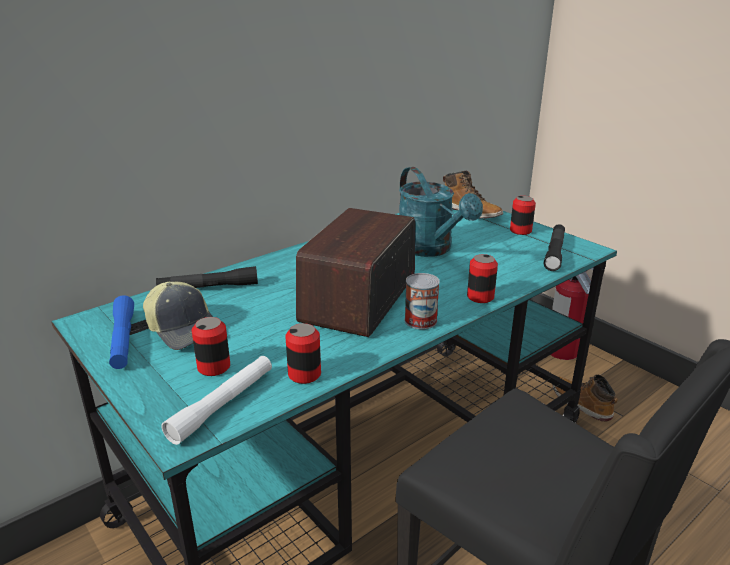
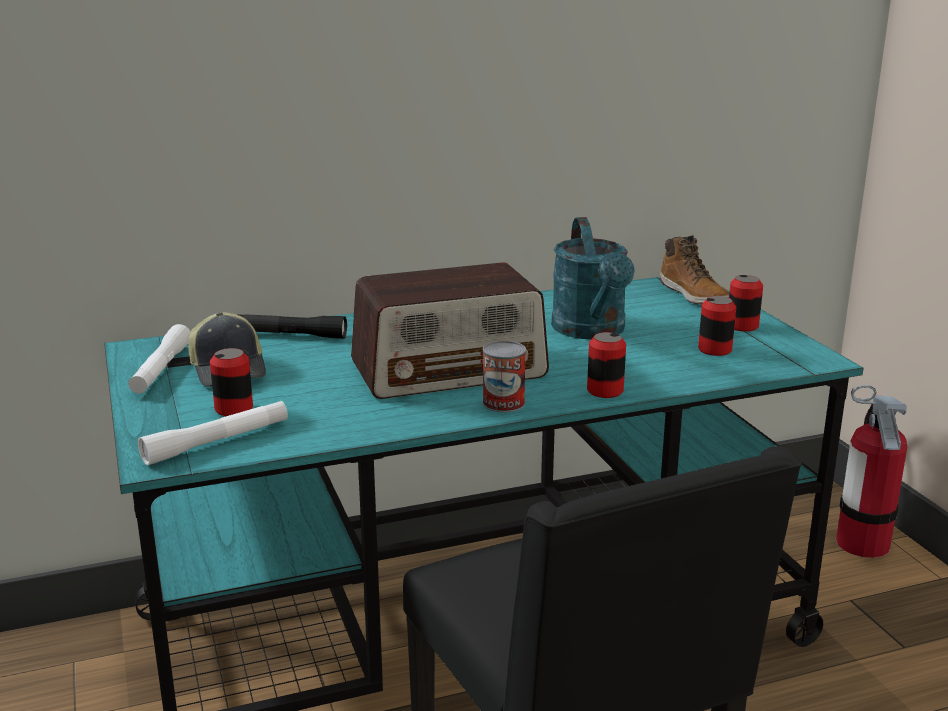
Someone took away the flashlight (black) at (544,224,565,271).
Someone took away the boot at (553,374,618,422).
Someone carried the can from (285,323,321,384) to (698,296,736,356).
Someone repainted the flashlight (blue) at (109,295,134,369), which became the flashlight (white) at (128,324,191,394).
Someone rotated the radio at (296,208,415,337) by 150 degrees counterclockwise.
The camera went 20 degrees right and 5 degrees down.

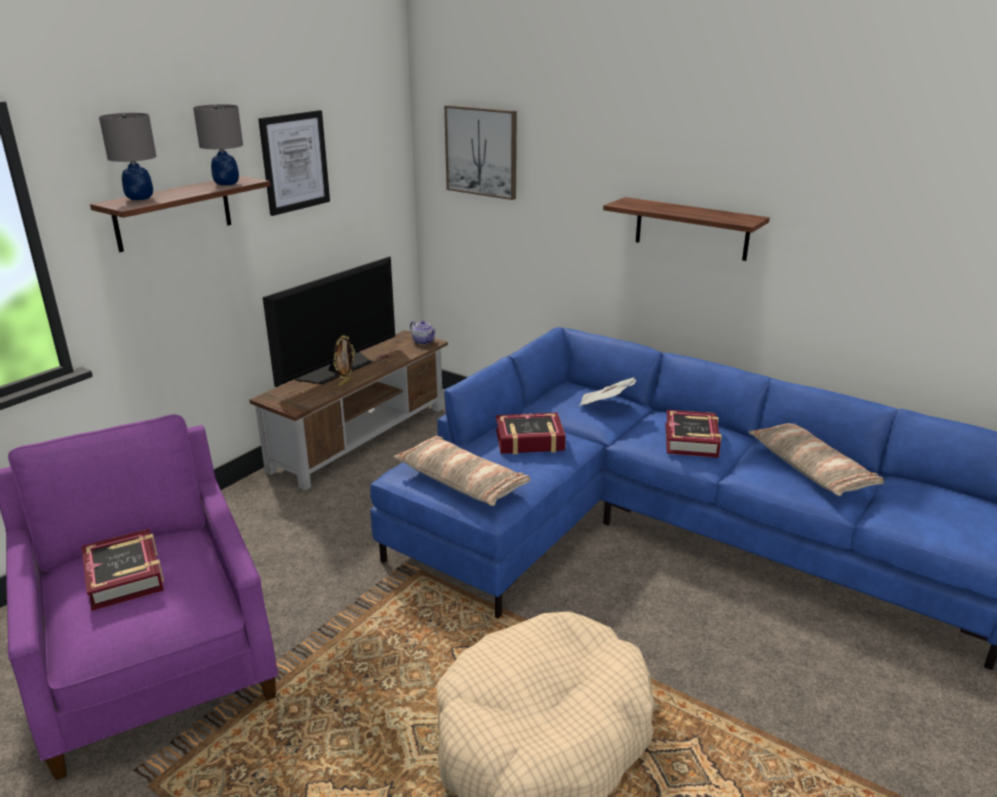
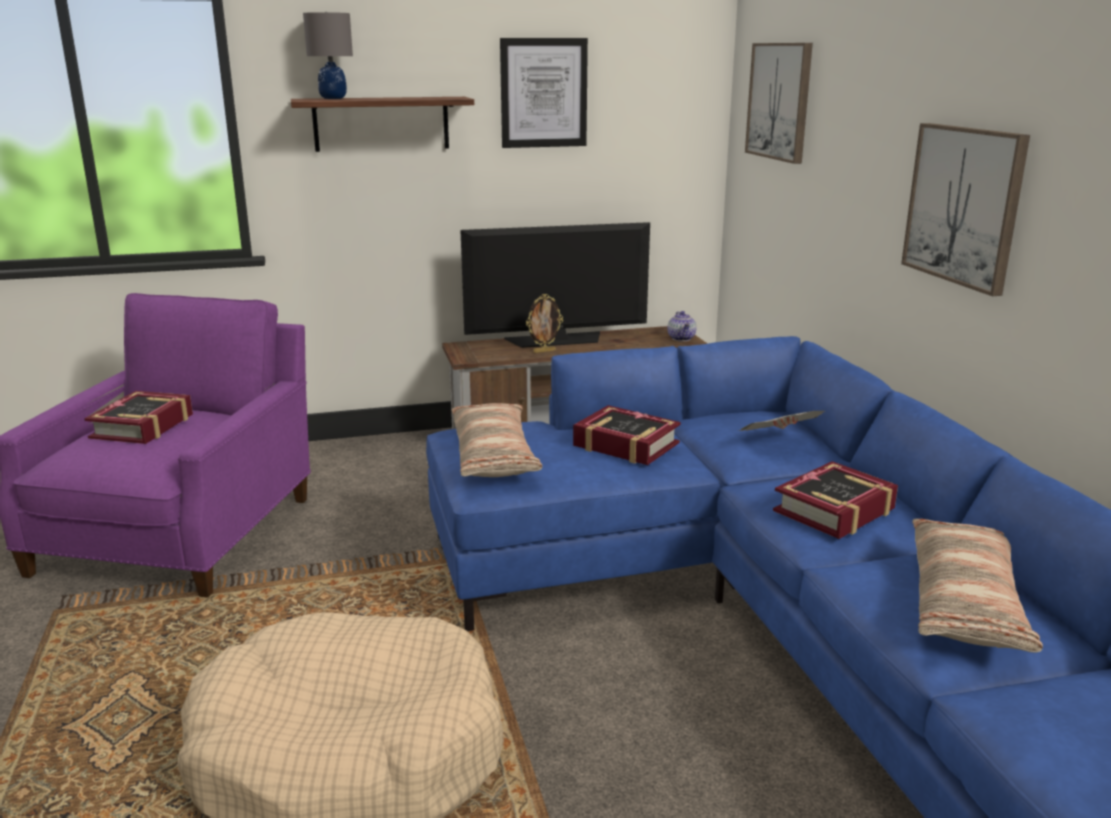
Someone took away the table lamp (grey) at (193,104,243,186).
Someone swapped the shelf at (603,197,770,261) for the picture at (901,123,1030,296).
The camera went 40 degrees right and 5 degrees down.

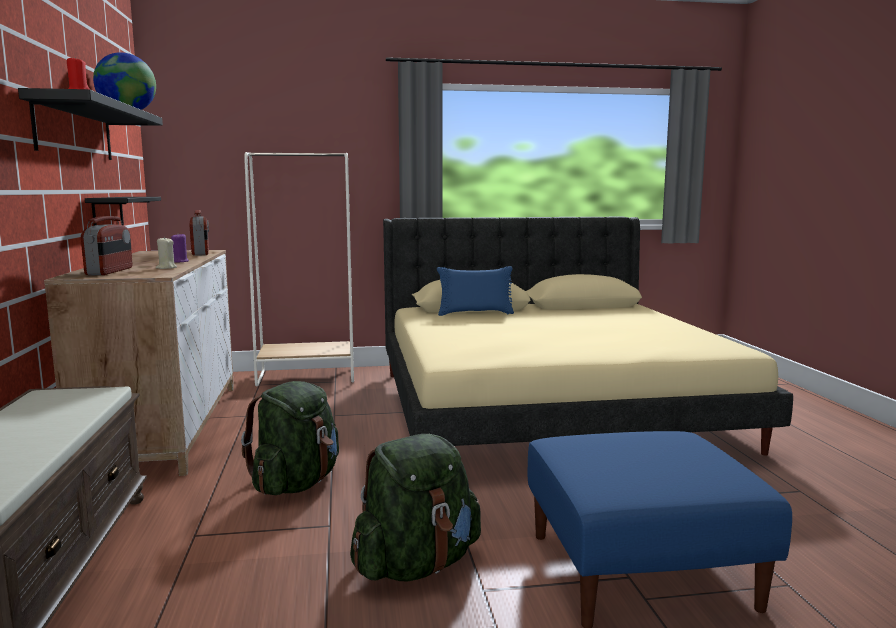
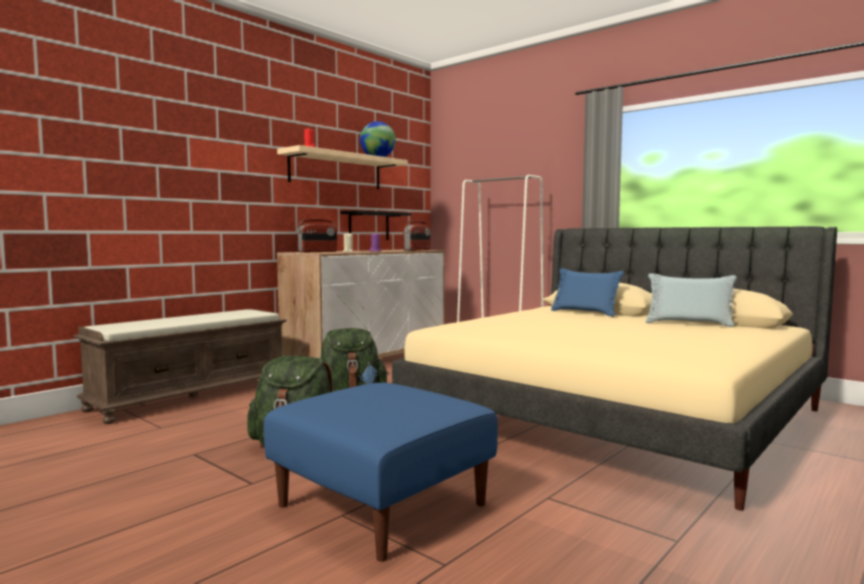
Someone put down the pillow (blue) at (646,273,737,328).
Someone repainted the shelf (black) at (18,88,163,160), which became the shelf (beige) at (277,145,408,189).
The camera went 50 degrees right and 5 degrees down.

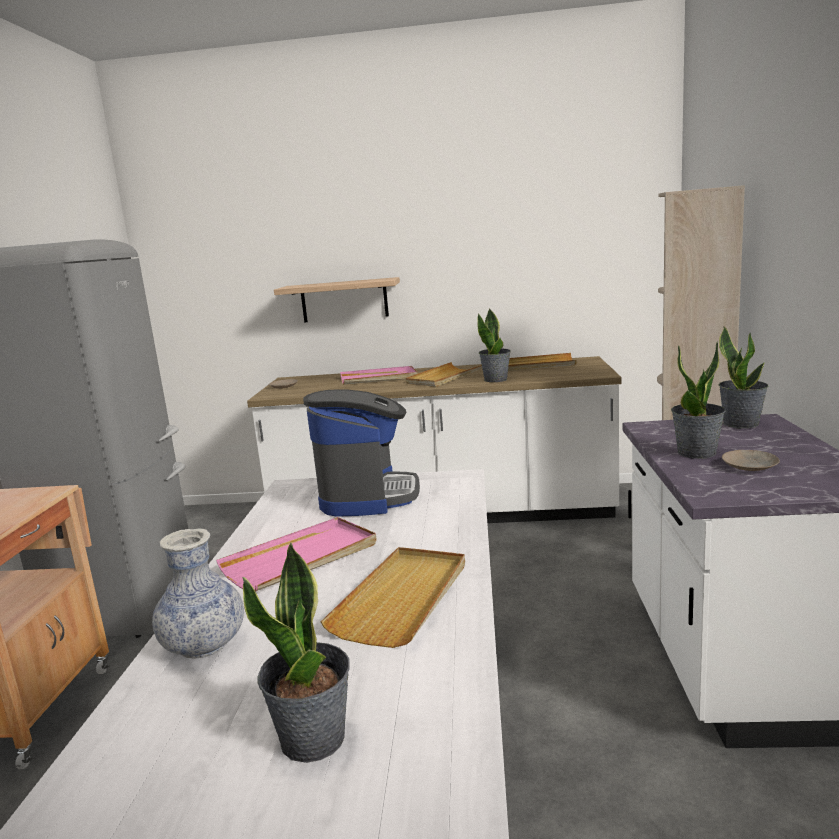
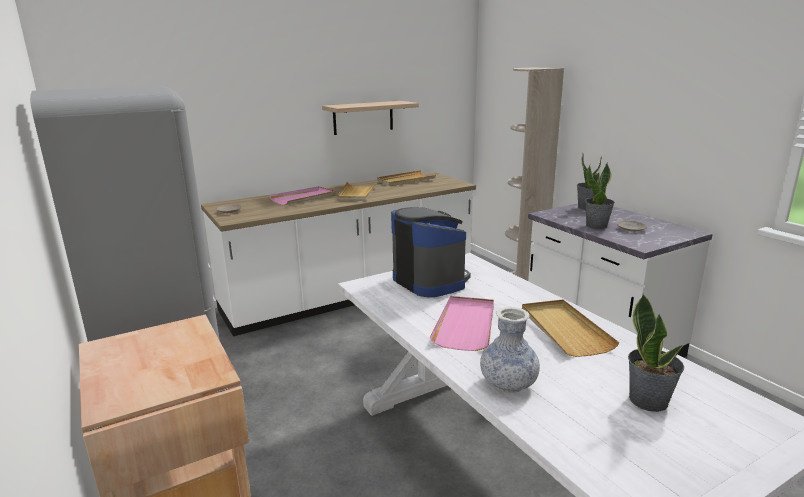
Someone took away the potted plant at (477,308,511,382).
Someone carried the shelf from (274,277,400,323) to (322,101,419,135).
The camera went 35 degrees left and 5 degrees up.

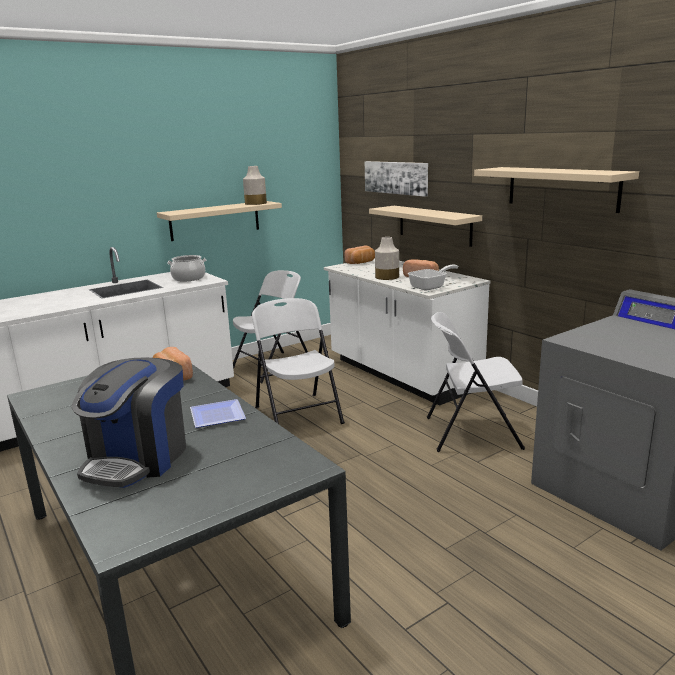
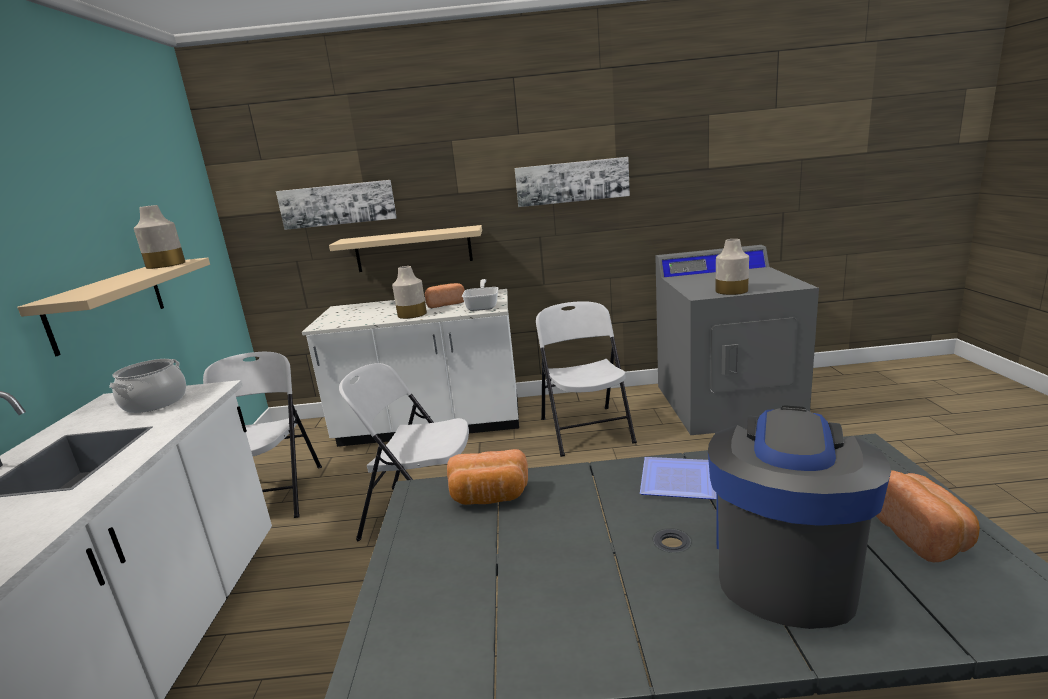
Someone put down the vase (beige) at (715,239,749,295).
Someone carried the bread from (345,245,375,264) to (876,471,980,562).
Someone swapped the shelf (beige) at (474,167,639,213) for the picture at (515,157,630,207).
Someone rotated the coffee machine at (71,358,186,488) by 120 degrees counterclockwise.
Someone rotated the chair (white) at (427,312,525,452) by 135 degrees clockwise.
The camera went 55 degrees left and 0 degrees up.

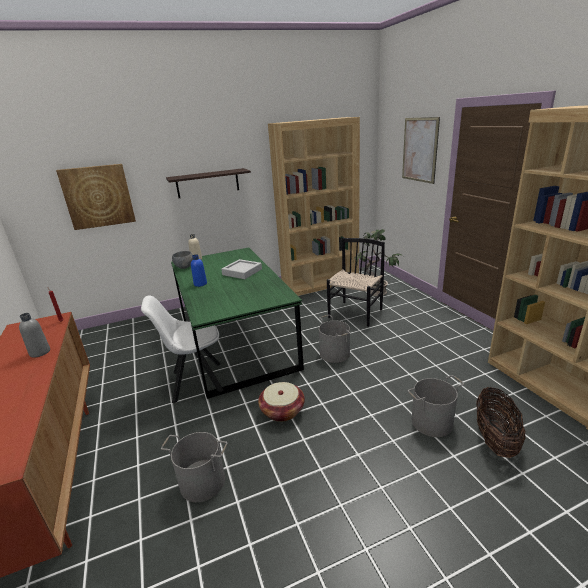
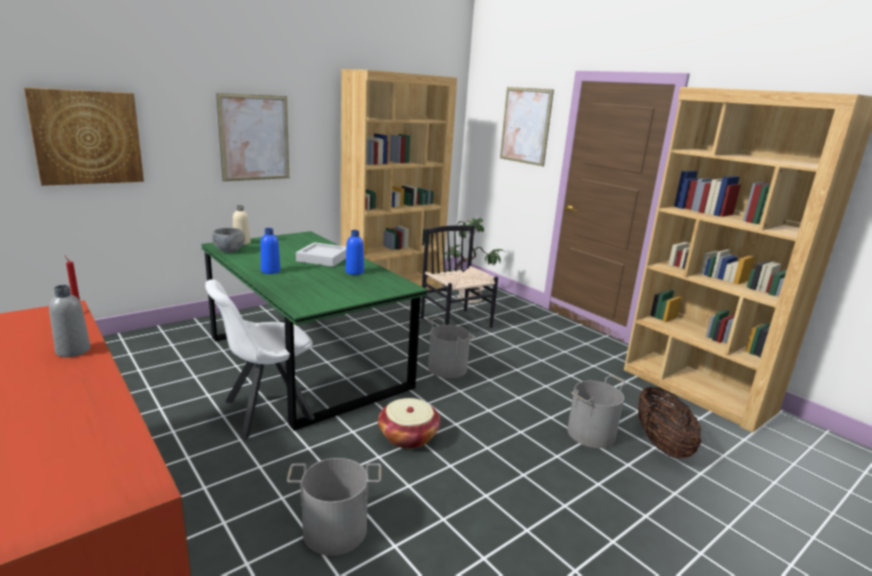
Someone put down the bottle (blue) at (345,230,364,275).
Someone swapped the shelf at (166,168,251,198) for the picture at (216,93,289,181).
Someone rotated the chair (black) at (327,237,385,327) by 45 degrees counterclockwise.
The camera went 20 degrees left and 5 degrees down.

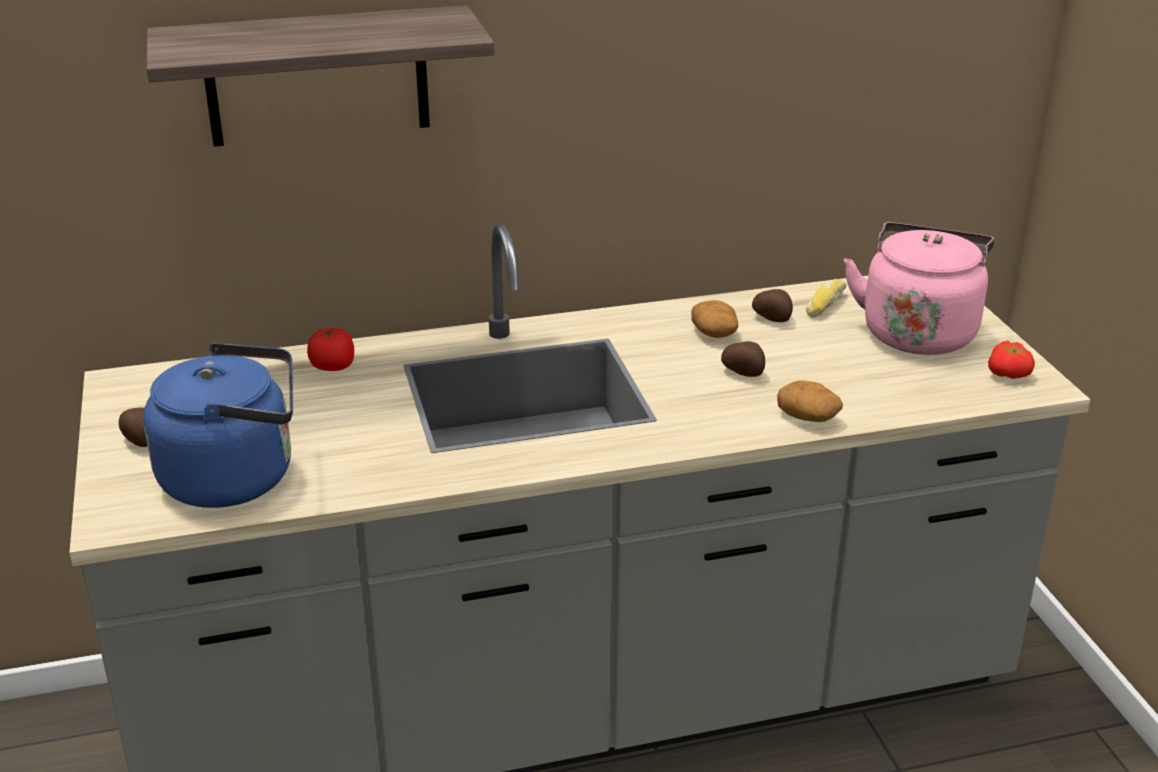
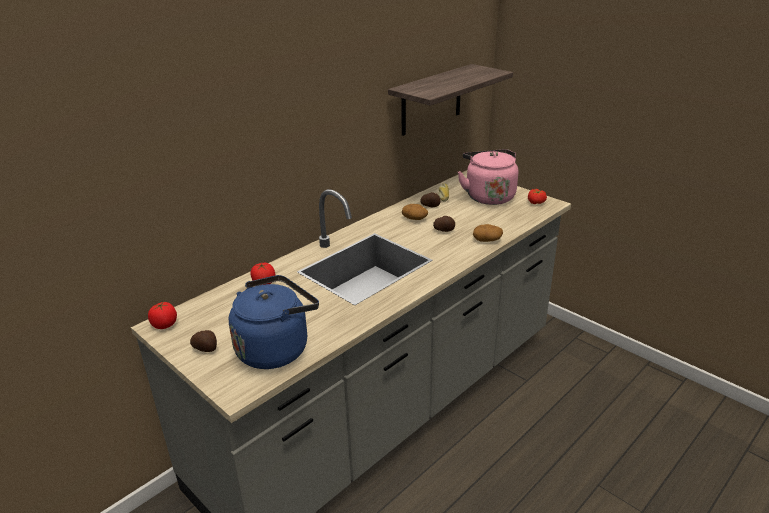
Someone put down the tomato at (148,302,177,329).
Someone carried the shelf from (147,5,495,147) to (388,64,513,136).
The camera went 30 degrees left and 0 degrees up.

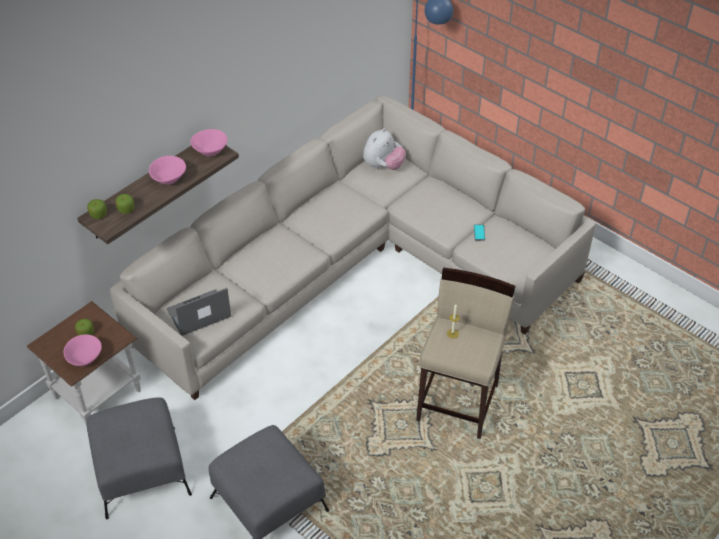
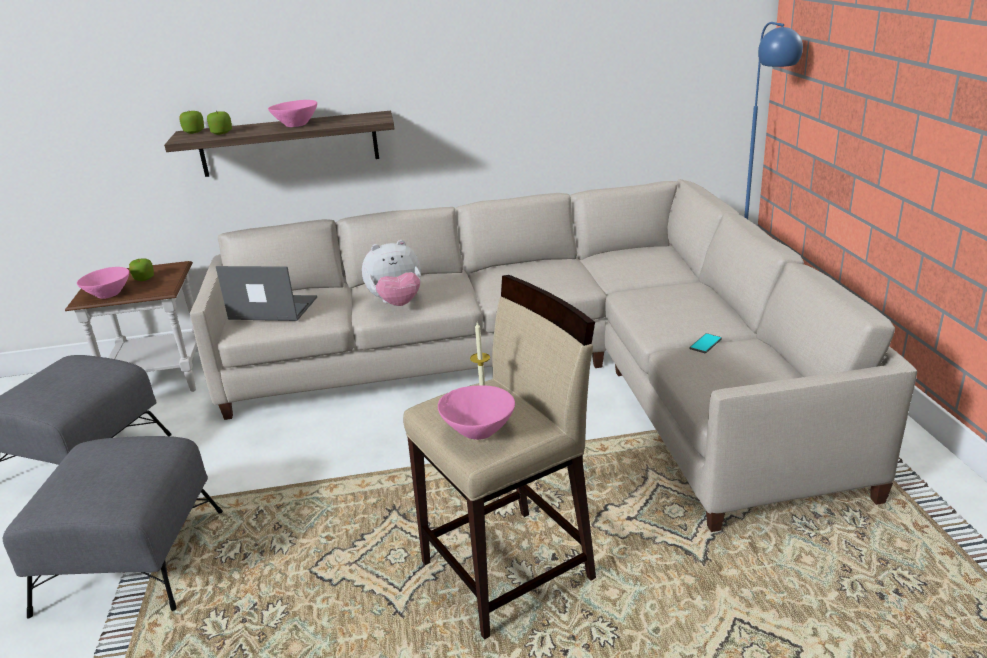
Someone carried the bowl (pink) from (190,129,227,156) to (438,385,515,440).
Someone carried the plush toy from (363,128,406,170) to (362,240,421,306).
The camera went 40 degrees right and 20 degrees down.

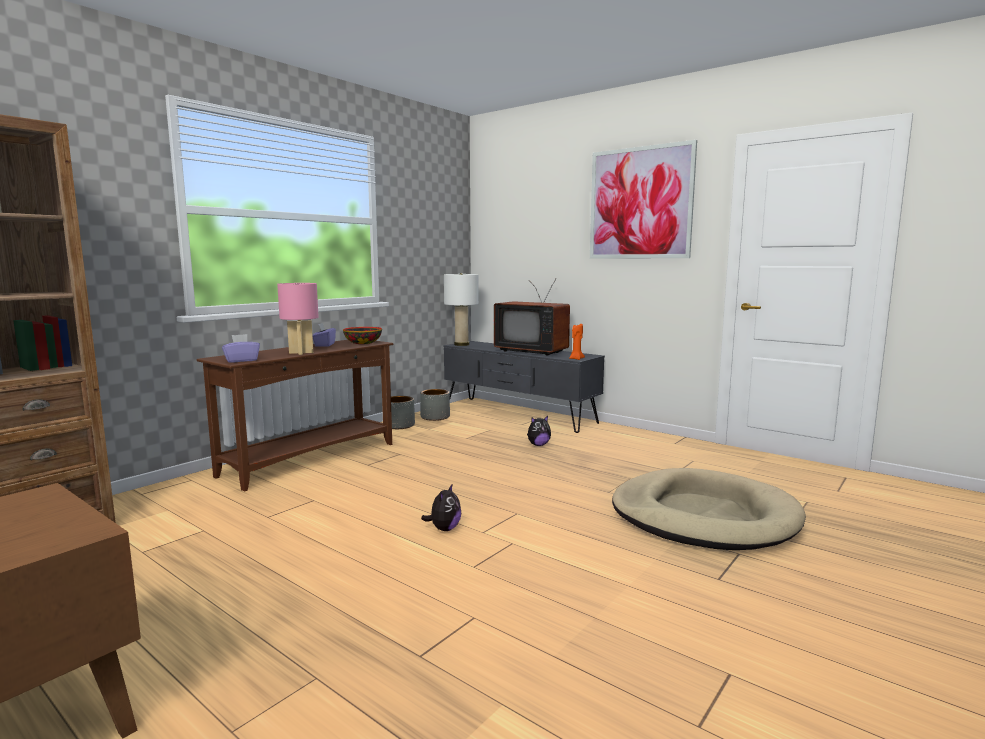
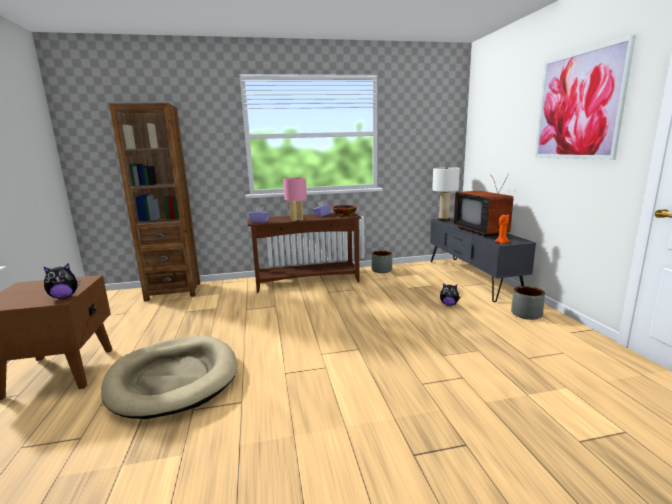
Someone carried the planter (grey) from (420,389,450,421) to (511,286,545,320).
Someone carried the plush toy from (421,483,461,531) to (44,263,81,299).
Someone carried the dog bed (beige) from (612,468,806,550) to (101,336,238,419).
The camera went 40 degrees right and 5 degrees up.

